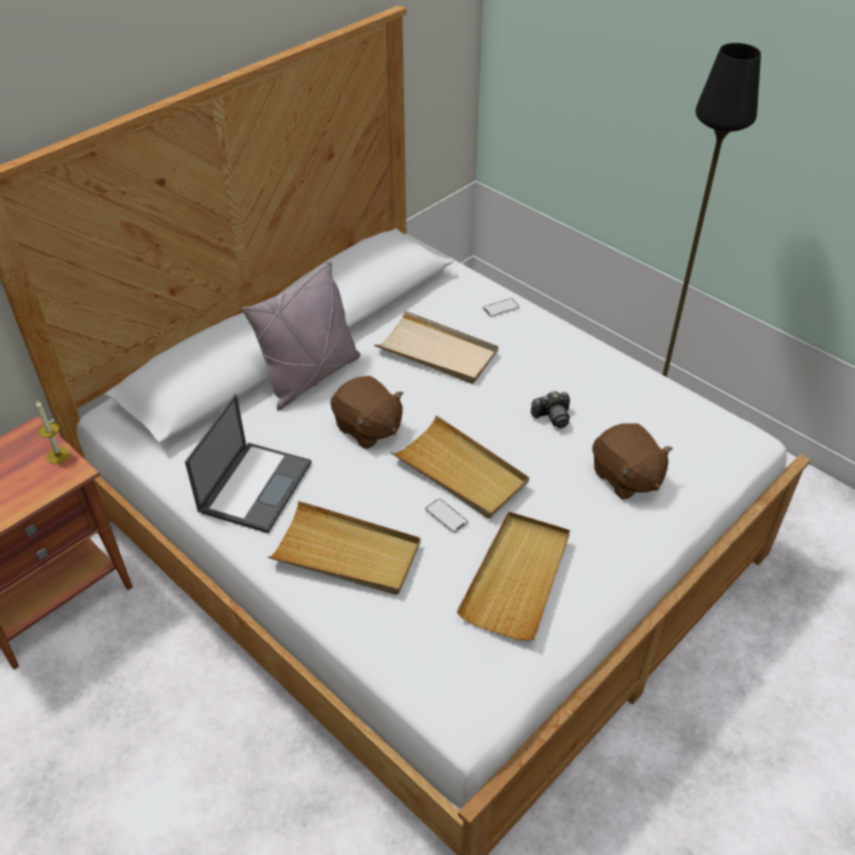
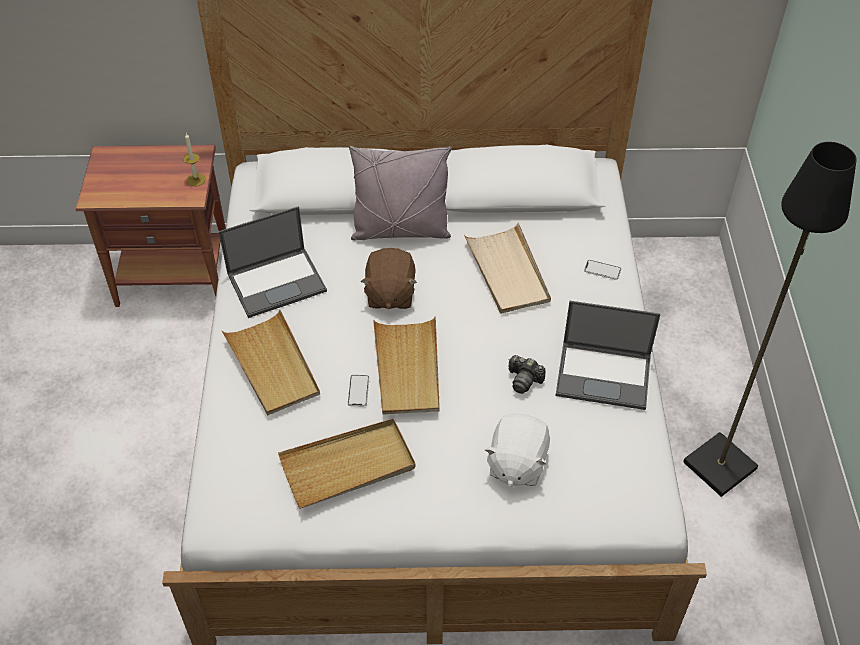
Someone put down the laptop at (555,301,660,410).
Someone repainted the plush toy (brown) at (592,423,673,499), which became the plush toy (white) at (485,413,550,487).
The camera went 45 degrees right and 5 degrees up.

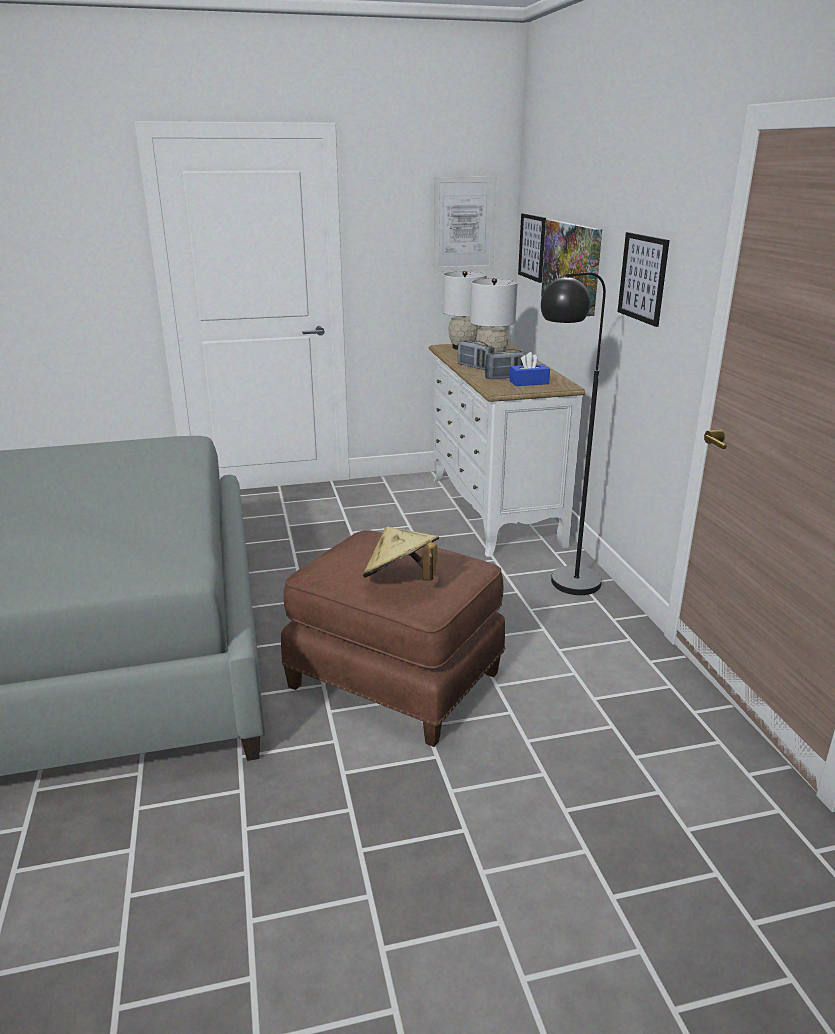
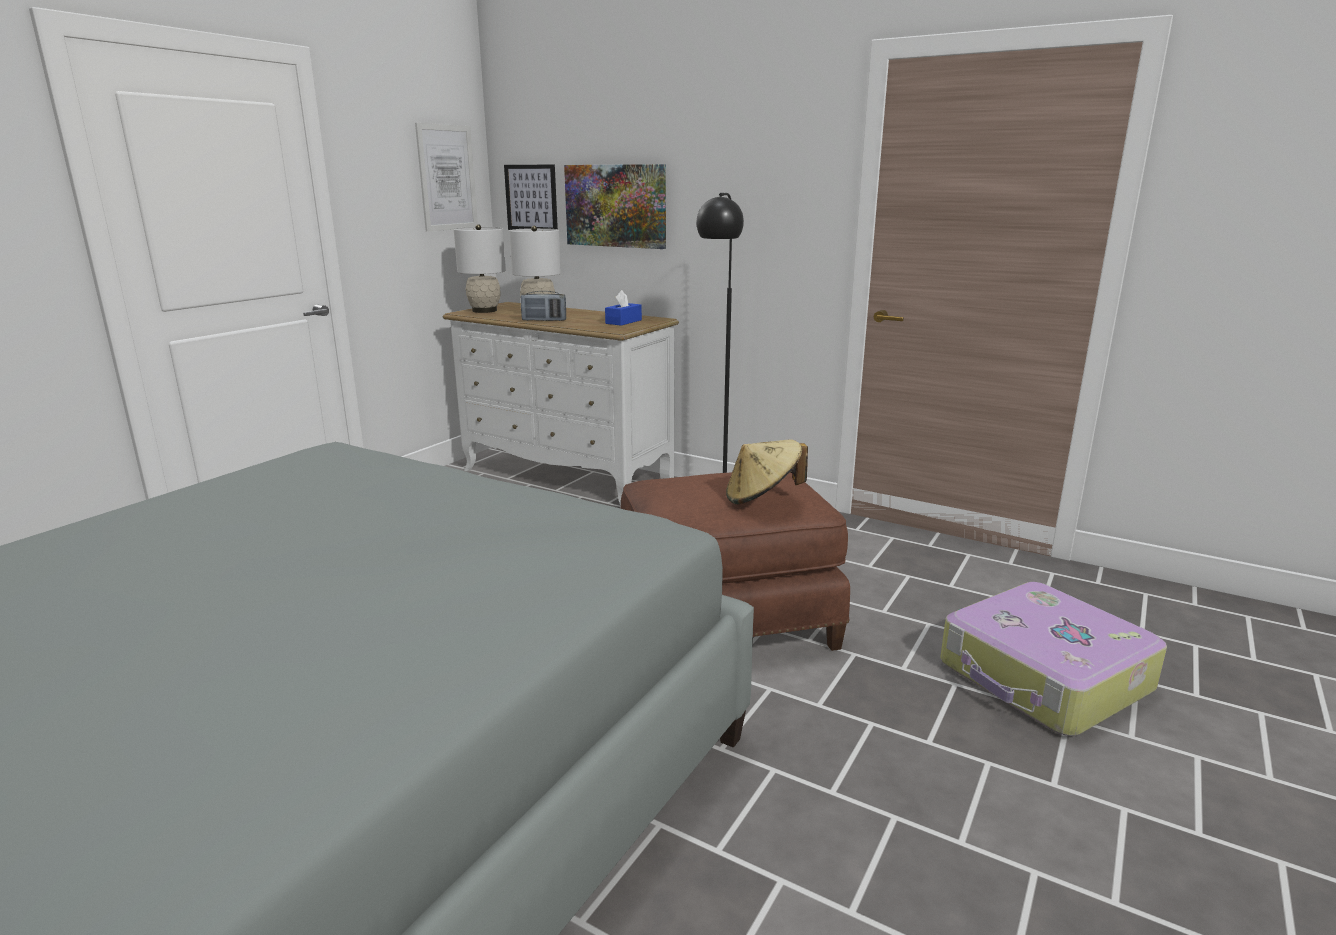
Someone took away the radio at (485,349,528,379).
Someone took away the picture at (618,232,670,327).
Someone put down the suitcase at (940,582,1167,736).
The camera went 45 degrees left and 5 degrees down.

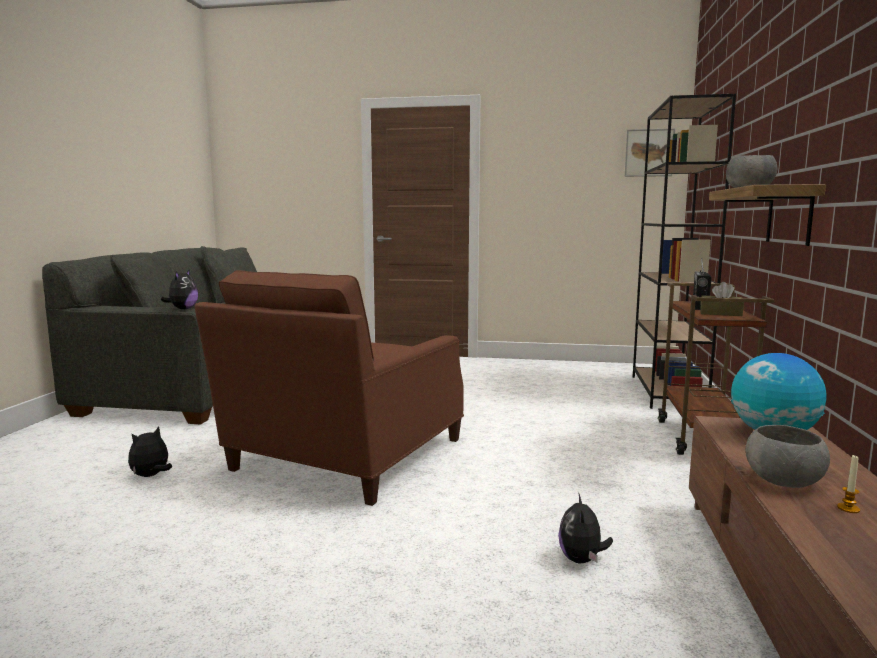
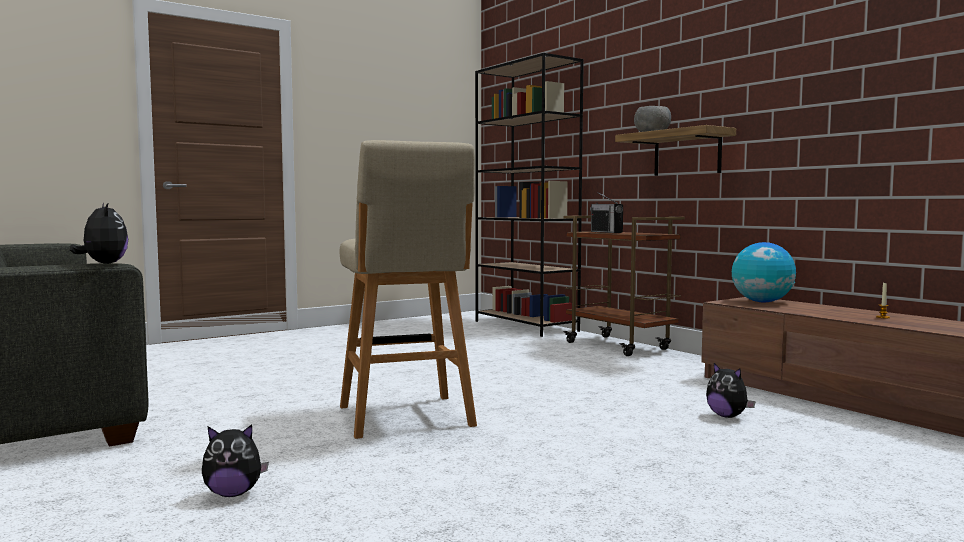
Someone took away the picture at (625,128,675,177).
Someone took away the tissue box (brown) at (700,282,744,316).
Someone took away the bowl (grey) at (745,425,830,488).
Someone swapped the armchair (brown) at (194,270,464,506) for the stool (beige) at (340,140,477,439).
Someone rotated the plush toy at (128,426,172,477) by 90 degrees counterclockwise.
The camera went 45 degrees left and 5 degrees down.

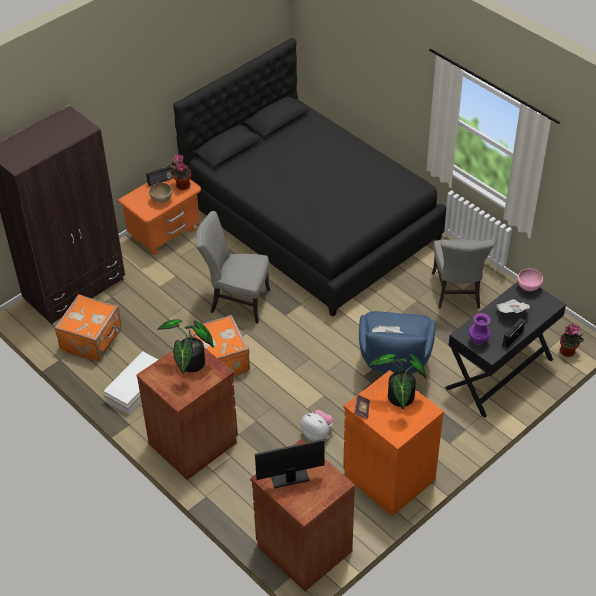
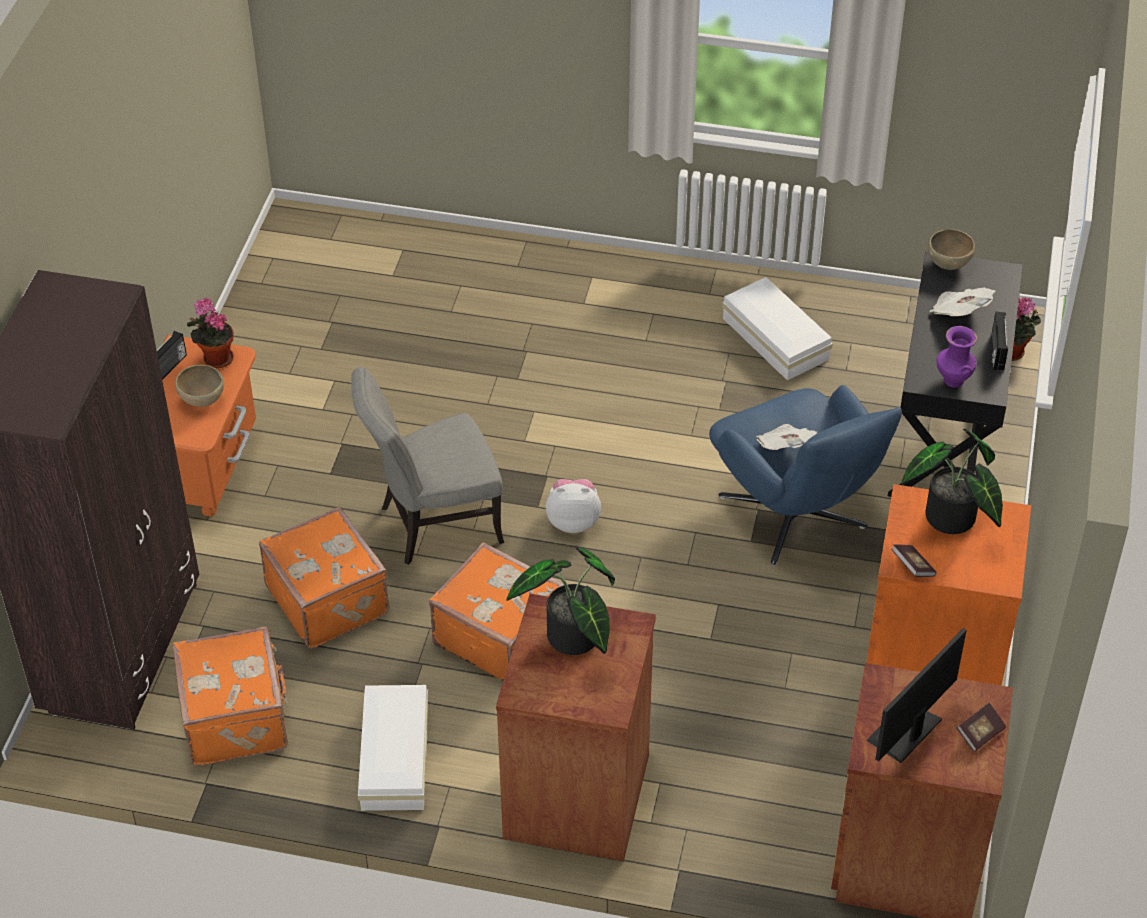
Someone took away the bed (black) at (173,38,446,317).
Someone put down the suitcase (orange) at (259,507,389,649).
Someone put down the book at (957,703,1006,752).
Someone carried the plush toy from (301,410,334,441) to (545,479,601,533).
Someone swapped the chair (grey) at (432,239,495,309) for the storage box (white) at (722,277,832,380).
Someone repainted the bowl (pink) at (517,269,543,291), which became the bowl (brown) at (928,229,975,270).
The camera went 35 degrees left and 0 degrees up.

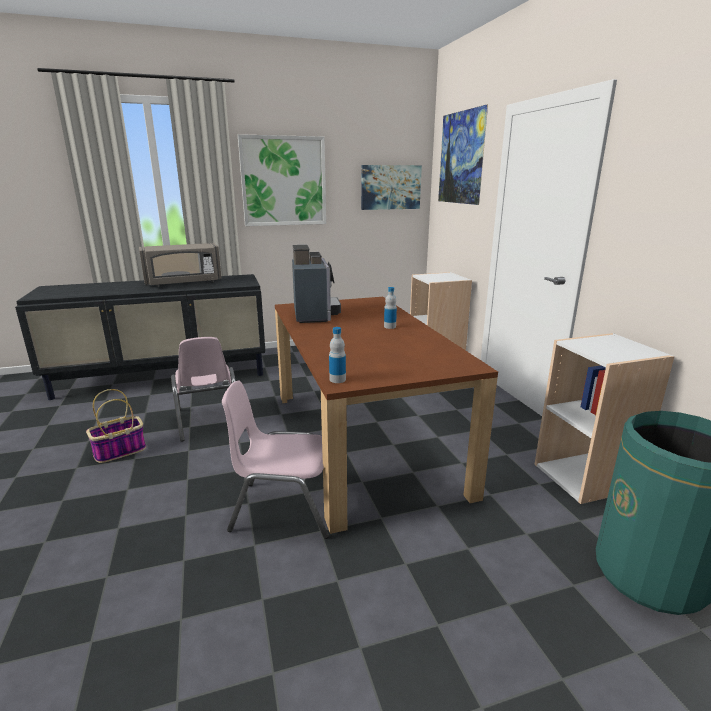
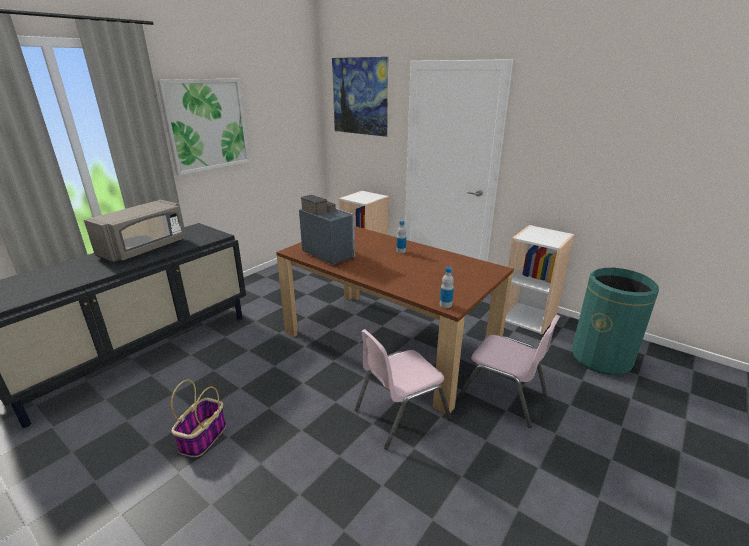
Someone took away the picture at (361,165,422,210).
Someone carried the chair (pink) from (171,337,236,442) to (457,315,560,428).
The camera went 35 degrees left and 5 degrees up.

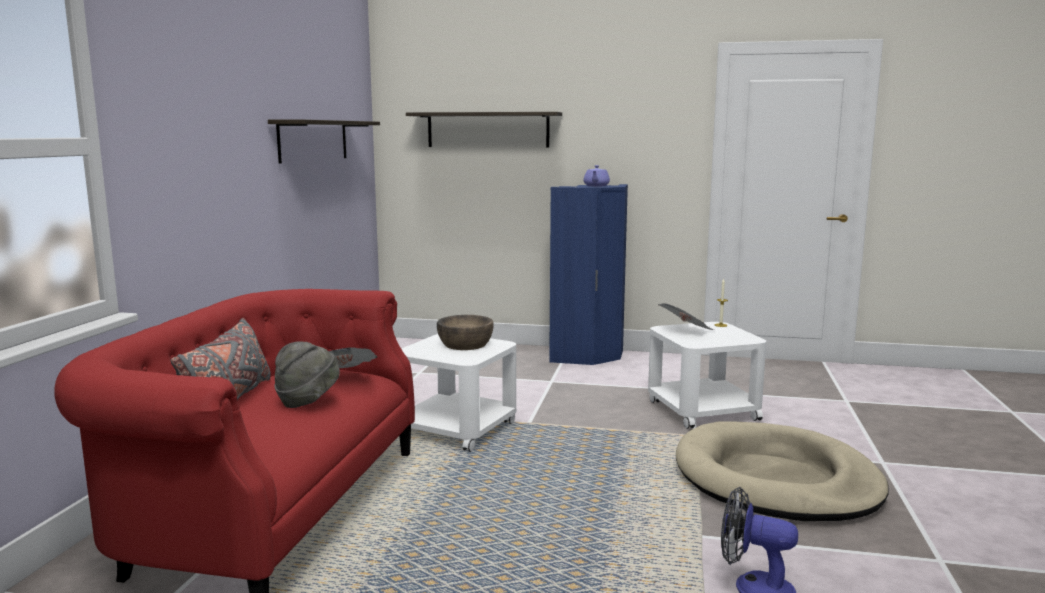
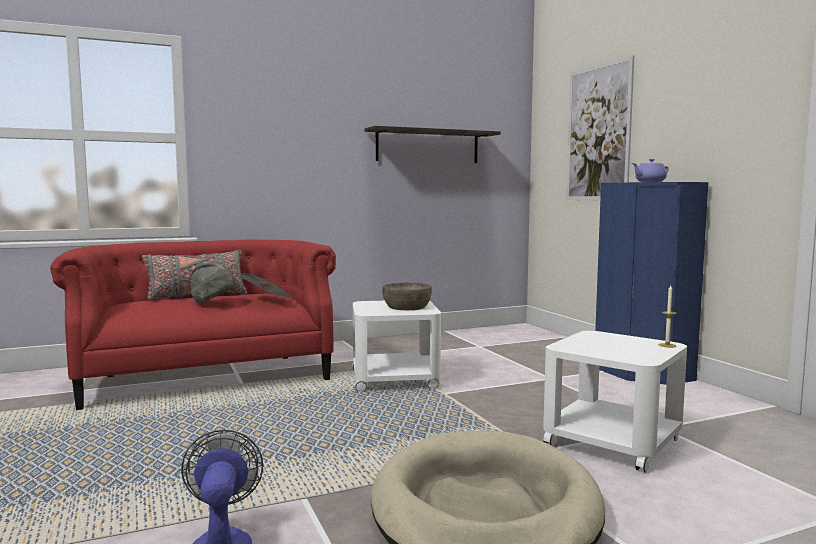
Someone took away the newspaper at (658,303,714,330).
Someone swapped the shelf at (406,112,562,148) for the picture at (566,55,634,200).
The camera went 55 degrees right and 5 degrees down.

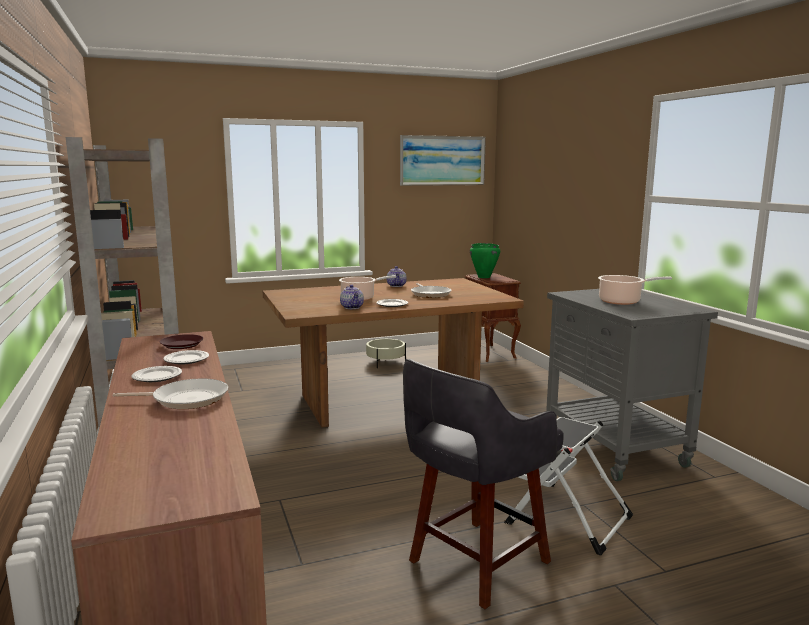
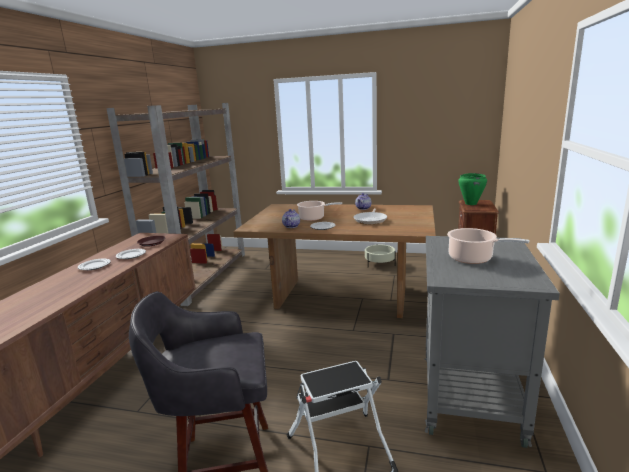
Someone took away the frying pan at (113,379,228,409).
Someone took away the picture at (400,135,486,186).
The camera went 35 degrees right and 5 degrees up.

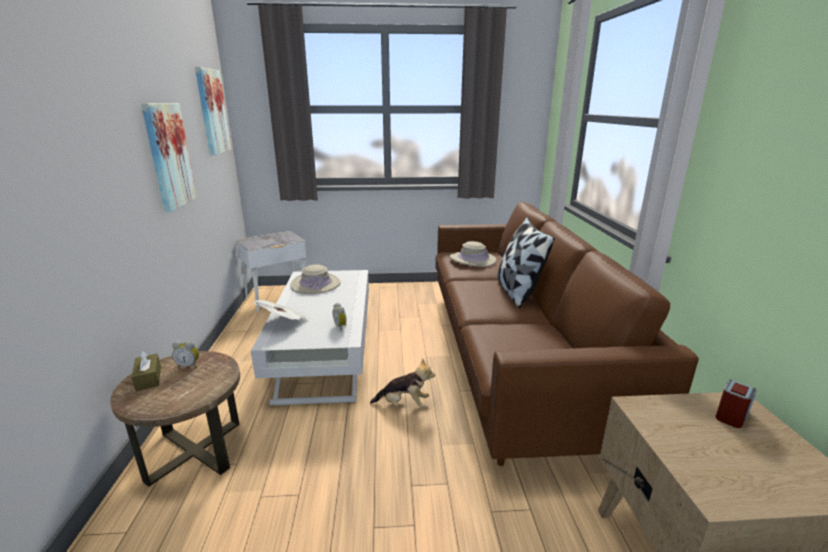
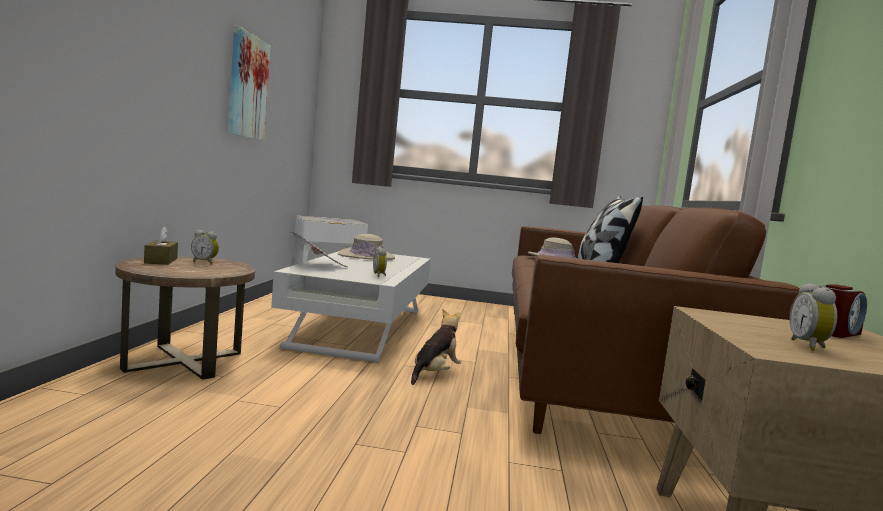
Someone took away the picture at (195,67,232,155).
Someone put down the alarm clock at (789,283,837,350).
Someone rotated the plush toy at (370,358,435,408) by 75 degrees counterclockwise.
The camera went 10 degrees right and 15 degrees down.

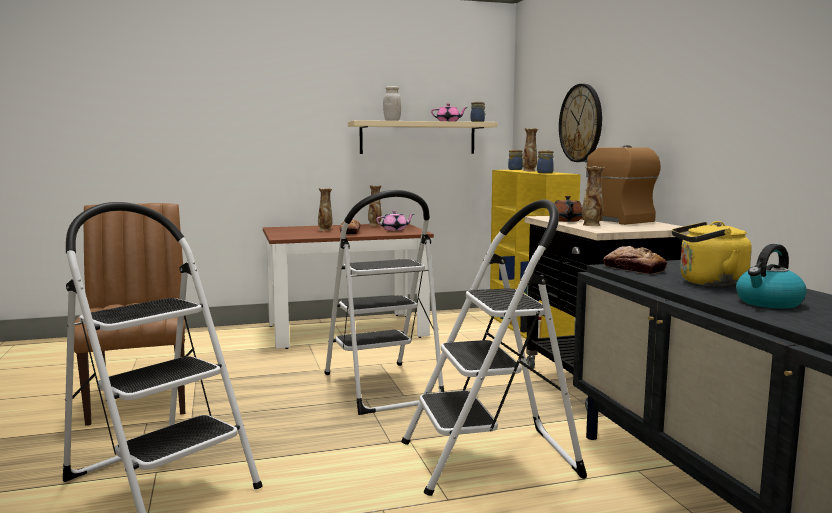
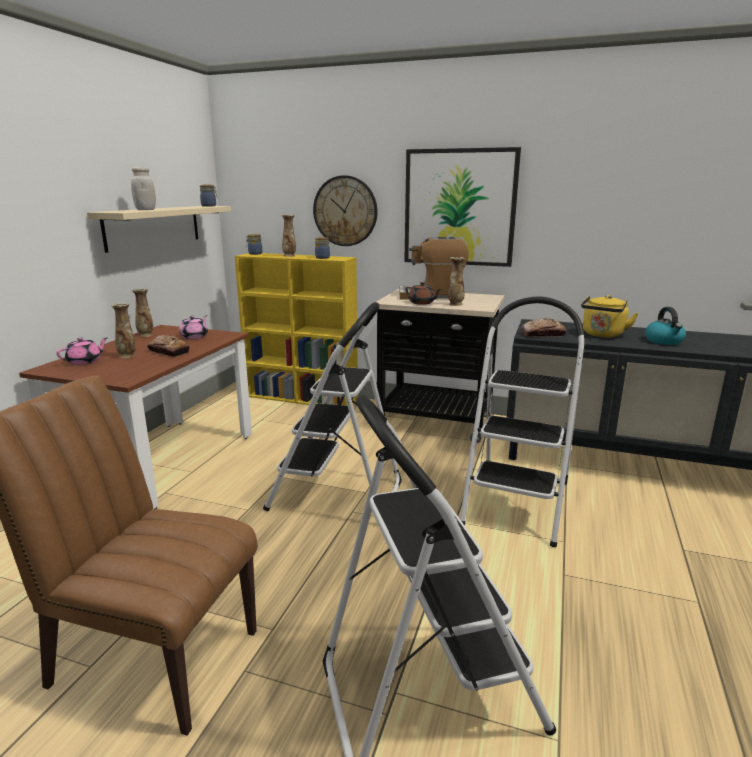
Someone put up the picture at (404,147,521,267).
Someone carried the teapot (pink) from (431,104,468,121) to (56,338,107,365).
The camera went 55 degrees left and 10 degrees up.

